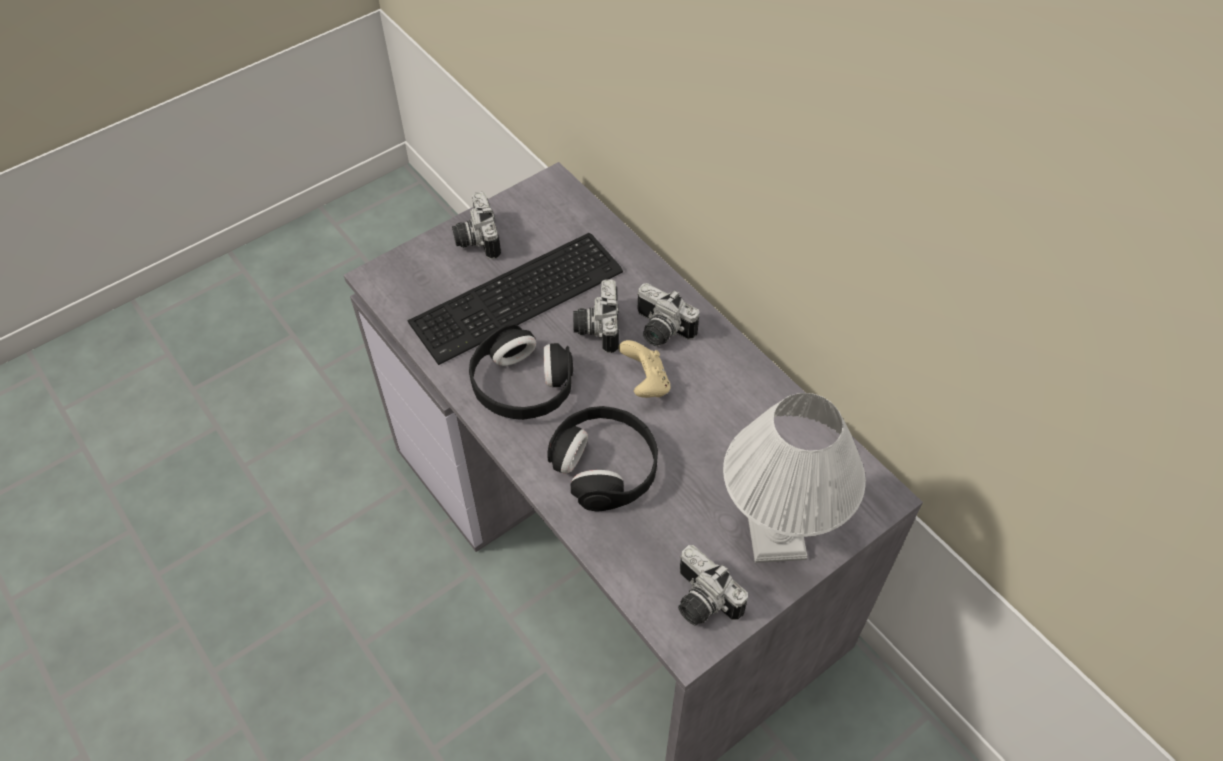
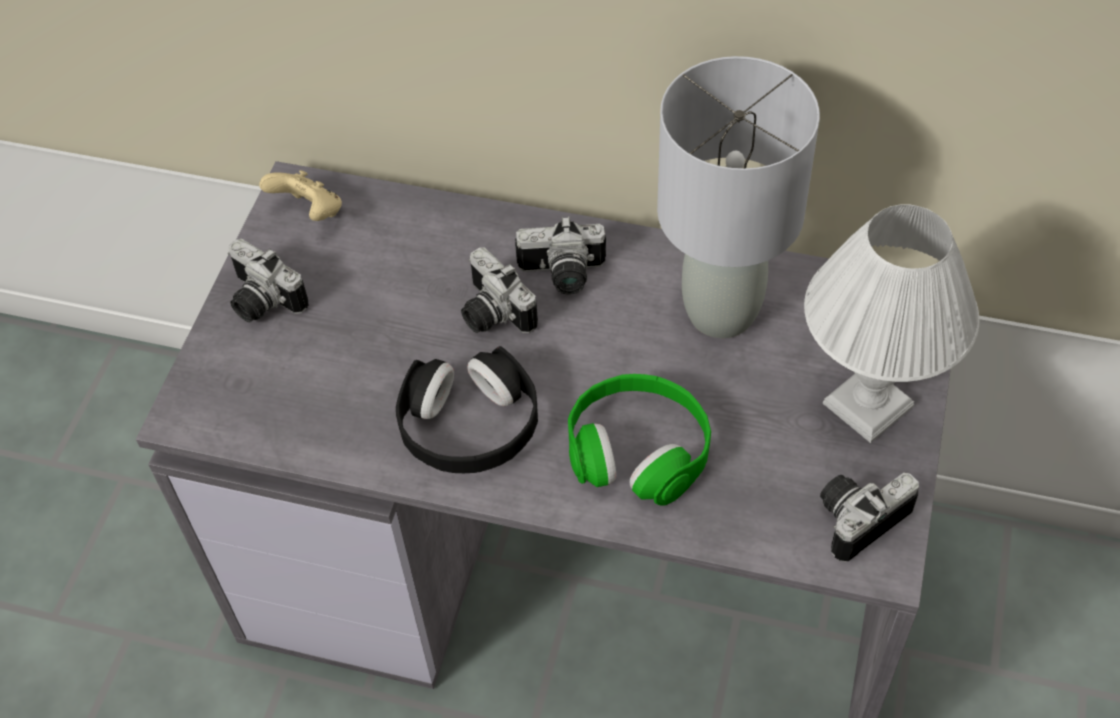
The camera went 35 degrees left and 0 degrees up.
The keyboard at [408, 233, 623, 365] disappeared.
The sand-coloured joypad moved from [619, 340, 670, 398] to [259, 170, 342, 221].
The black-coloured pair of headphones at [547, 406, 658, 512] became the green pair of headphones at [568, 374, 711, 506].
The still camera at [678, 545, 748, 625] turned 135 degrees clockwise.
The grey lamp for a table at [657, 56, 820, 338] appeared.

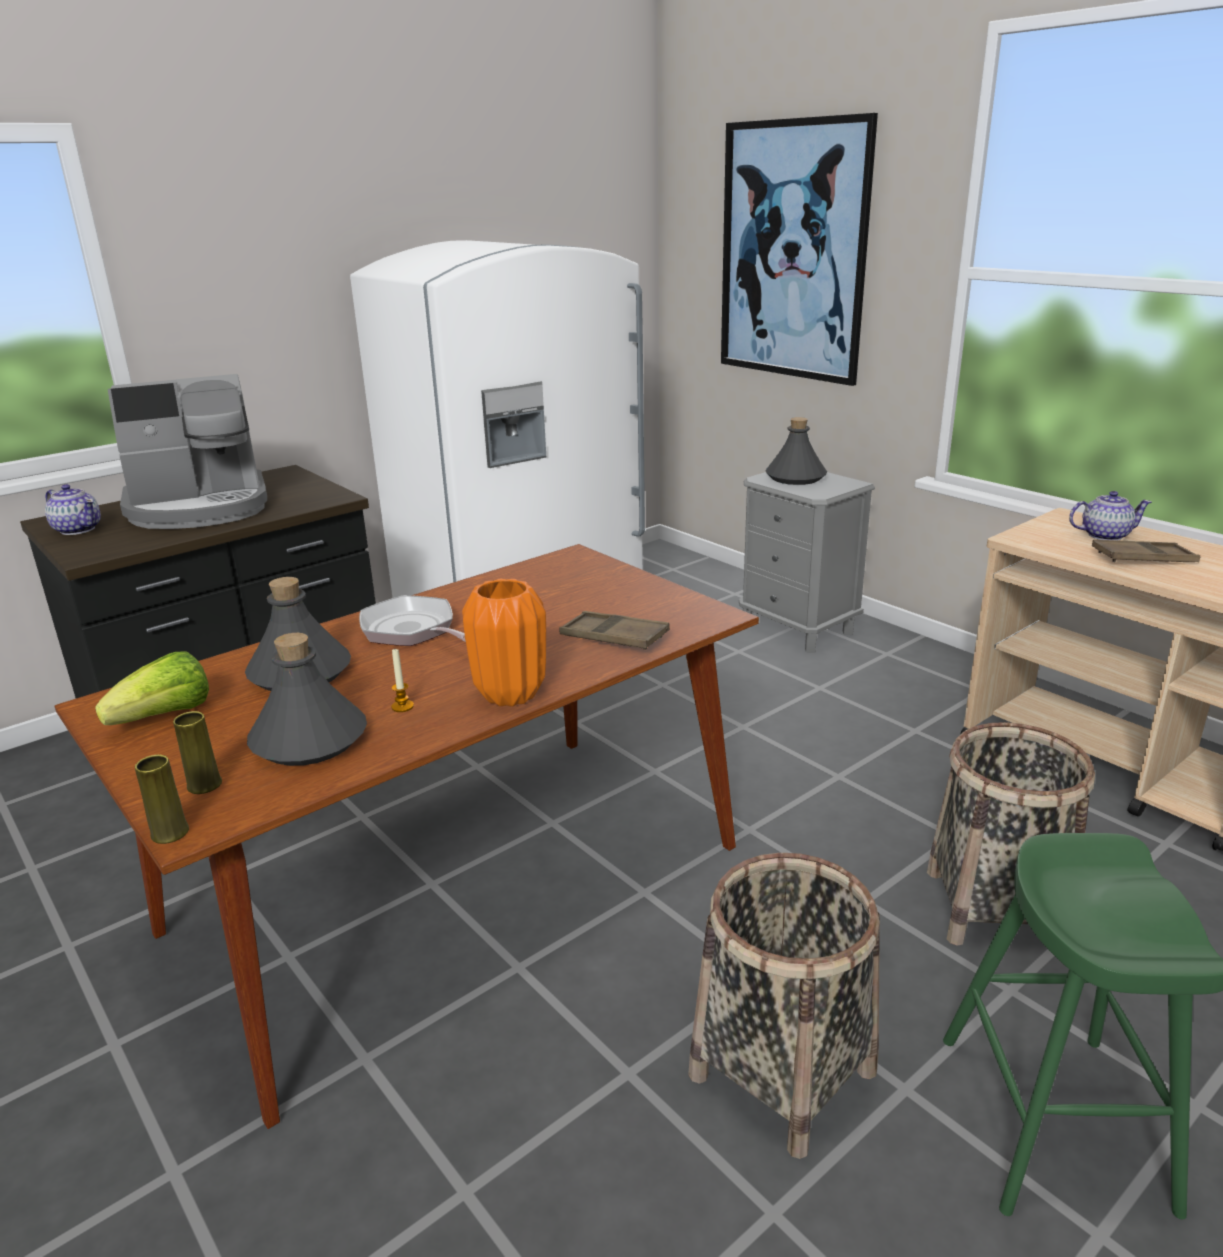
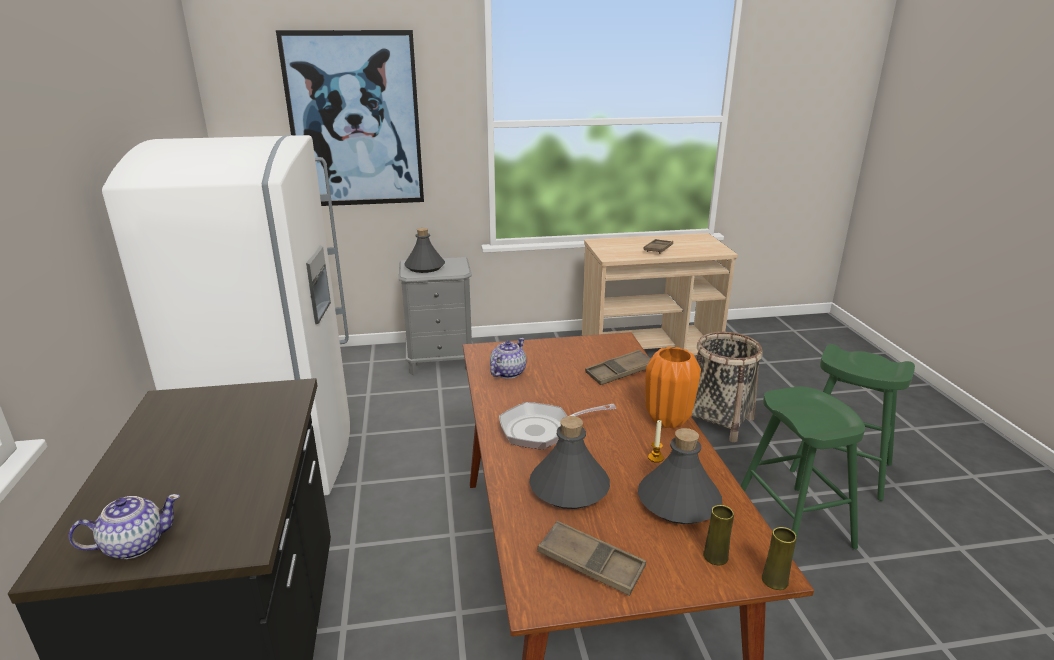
The camera went 60 degrees left and 0 degrees up.
The coffee machine at [108, 374, 267, 529] disappeared.
The teapot moved from [1069, 491, 1152, 541] to [490, 338, 526, 379].
The lettuce at [95, 651, 209, 725] was replaced by the brown serving tray at [537, 521, 646, 596].
The household basket at [688, 853, 880, 1159] was replaced by the green sitting stool at [741, 387, 865, 559].

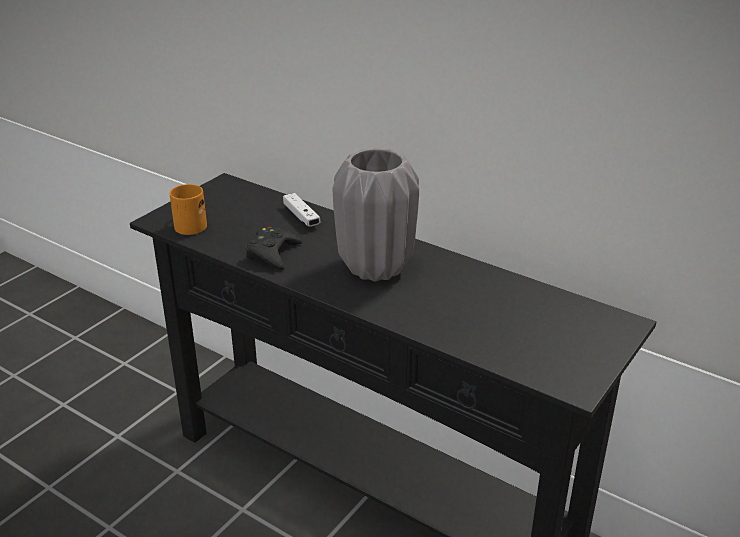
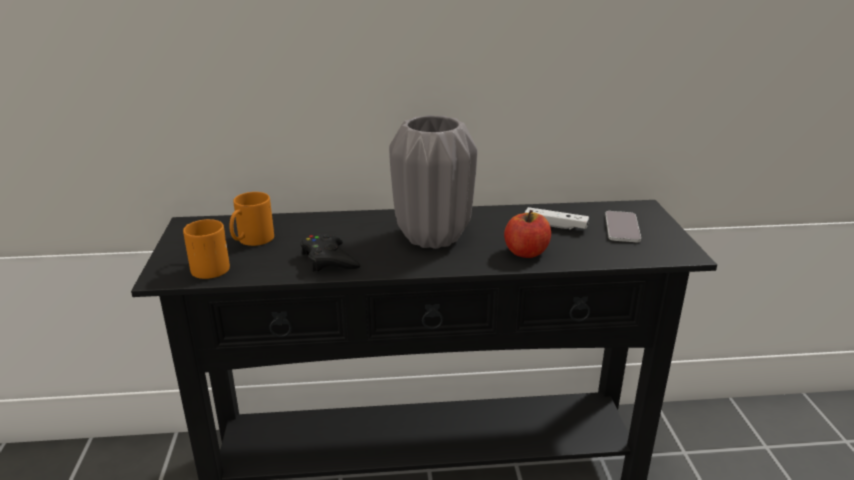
The camera went 40 degrees left and 5 degrees down.
The white joypad moved from [283, 193, 321, 227] to [525, 207, 589, 230].
The orangey mug at [229, 192, 274, 246] appeared.
The apple fruit at [504, 210, 551, 258] appeared.
The phone at [605, 211, 641, 242] appeared.

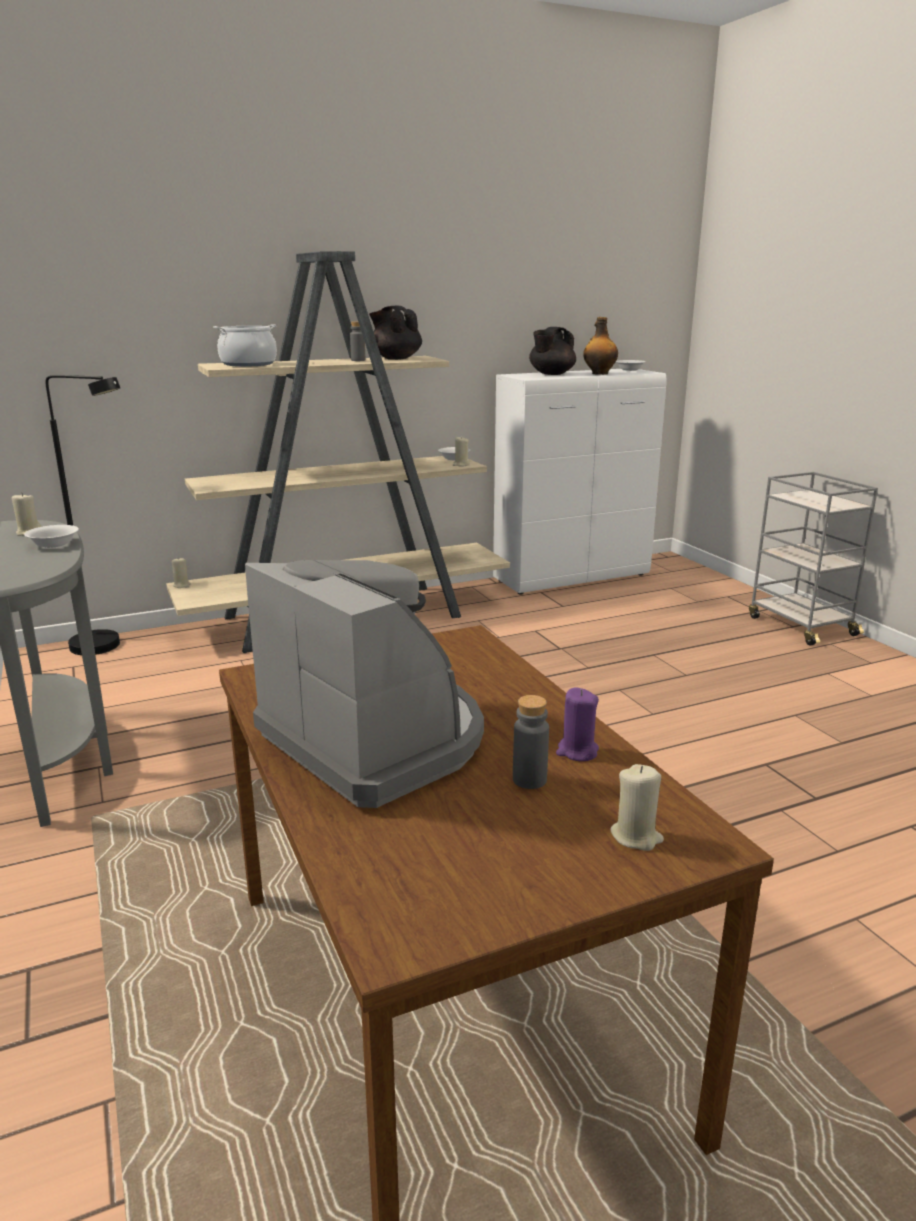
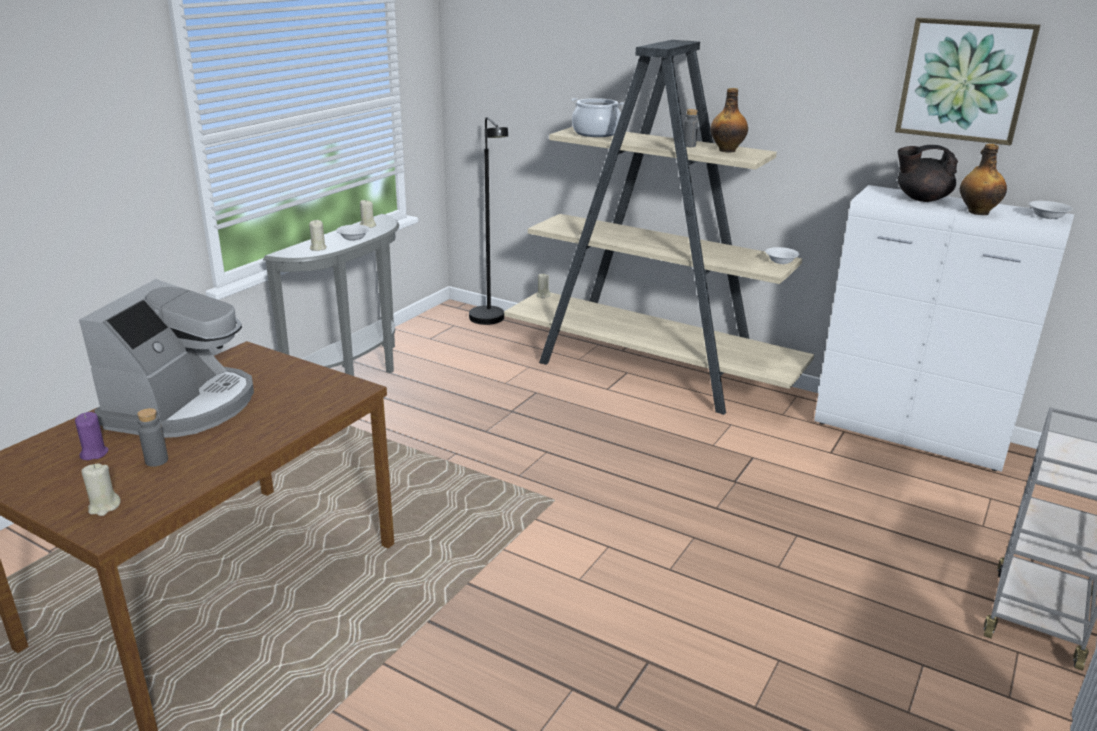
The camera went 55 degrees right and 5 degrees up.
The black-coloured teapot at [369, 306, 422, 360] was replaced by the beverage bottle at [710, 88, 748, 152].
The sand-coloured wax light moved from [453, 436, 470, 466] to [309, 220, 327, 251].
The purple-coloured wax light moved from [556, 687, 599, 761] to [75, 412, 109, 460].
The wall art at [895, 18, 1041, 145] appeared.

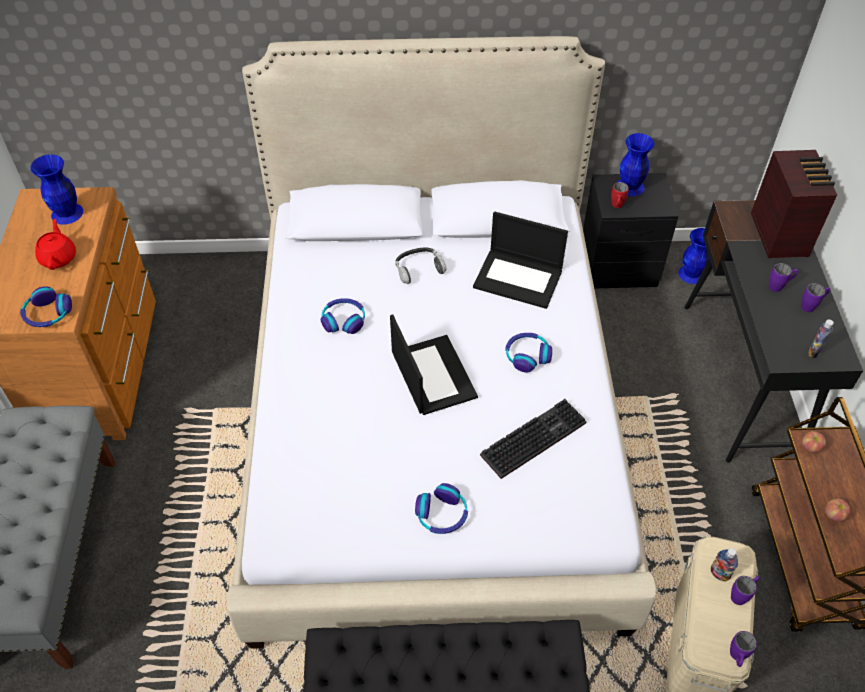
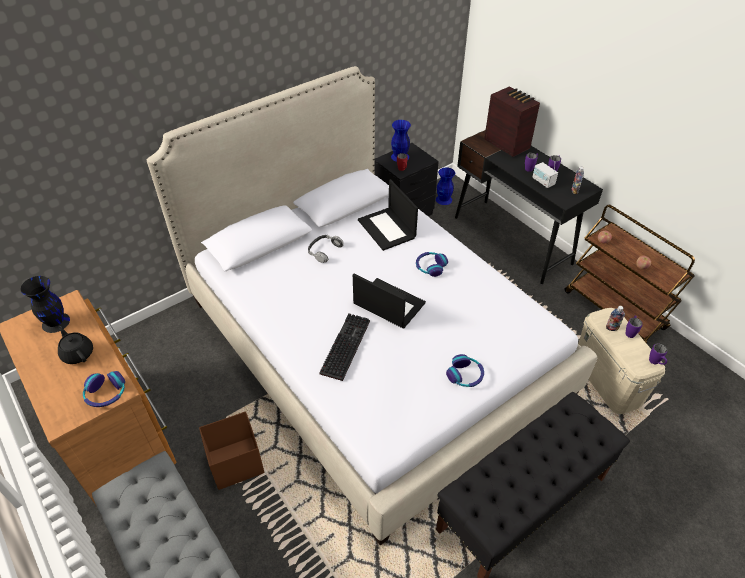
The camera went 35 degrees left and 5 degrees down.
The blue-coloured vase at [30, 154, 83, 225] became the black-coloured vase at [20, 276, 70, 333].
The portable computer at [473, 211, 568, 309] turned 75 degrees clockwise.
The red-coloured teapot at [35, 219, 76, 270] became the black-coloured teapot at [58, 326, 93, 364].
The pair of headphones at [321, 298, 365, 334] disappeared.
The keyboard moved from [480, 399, 587, 479] to [319, 313, 370, 381].
The radio at [532, 161, 558, 188] appeared.
The brown storage bin at [199, 411, 265, 490] appeared.

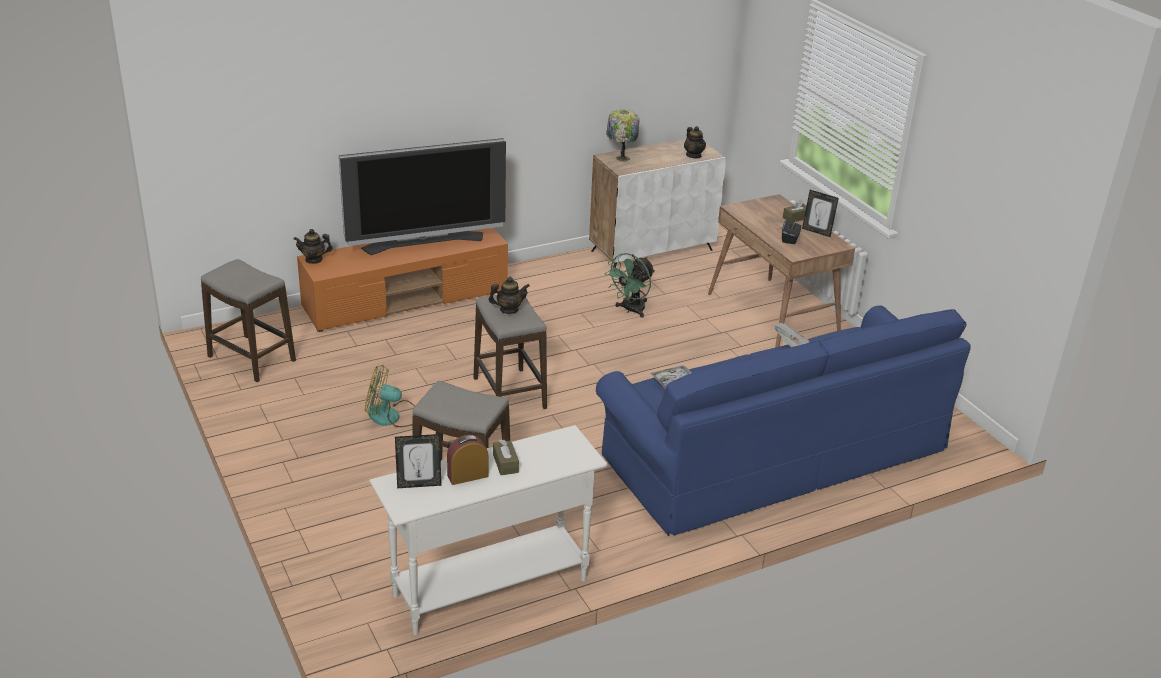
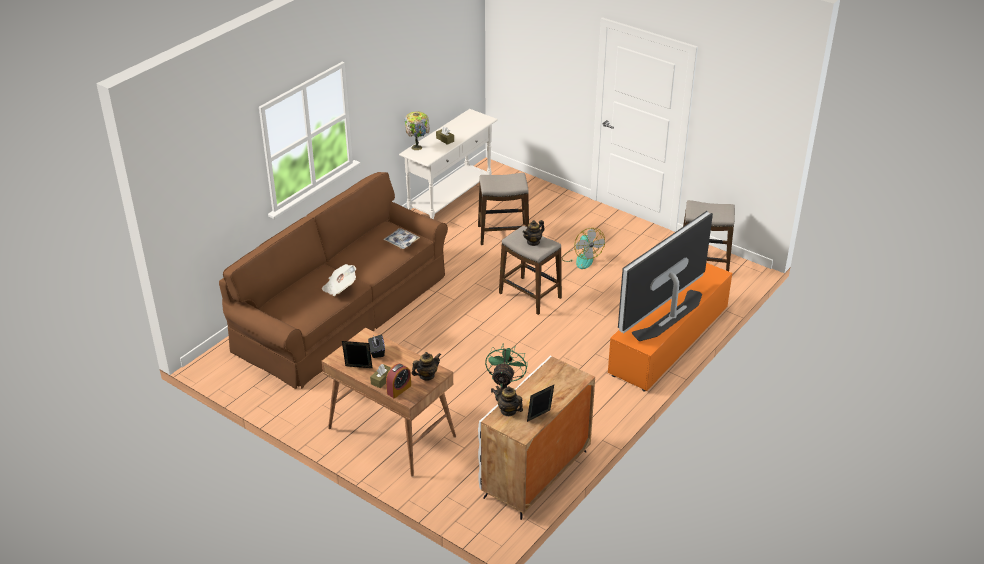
The camera went 155 degrees right and 5 degrees up.
The lamp for a table moved from [606, 110, 639, 162] to [405, 112, 430, 150].
The teapot moved from [294, 229, 333, 264] to [412, 352, 441, 380].
The blue-coloured couch at [596, 306, 971, 536] became the brown couch at [219, 172, 448, 389].
The cooling fan at [365, 365, 415, 427] turned 90 degrees clockwise.
The picture frame moved from [395, 434, 441, 488] to [527, 385, 554, 422].
The bedside clock moved from [447, 435, 488, 485] to [386, 364, 411, 398].

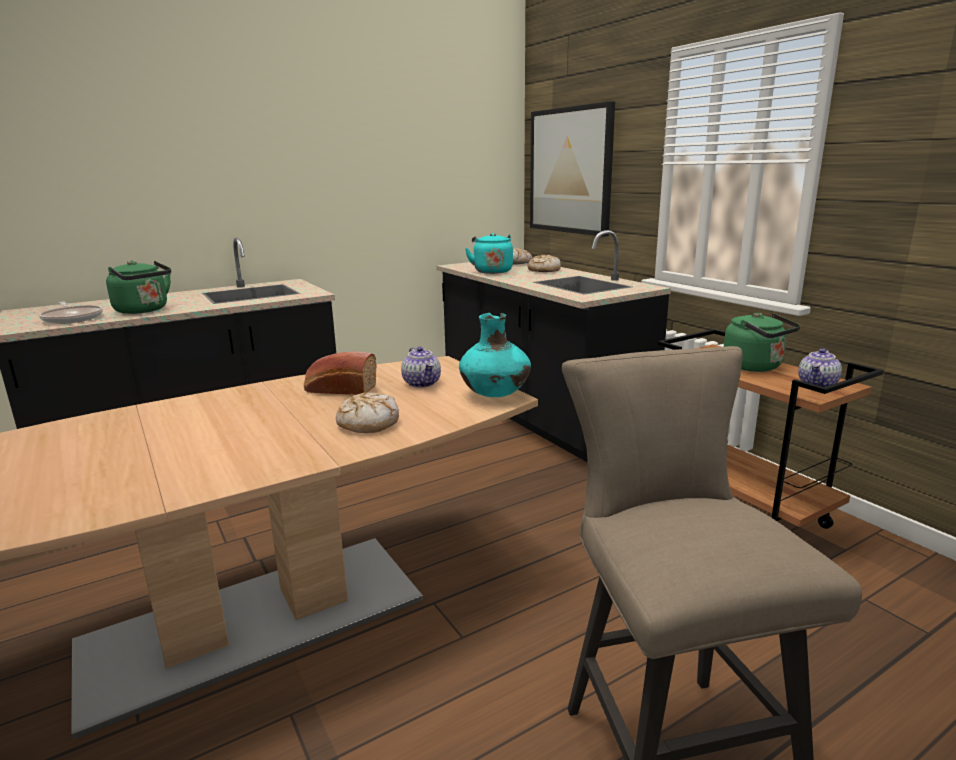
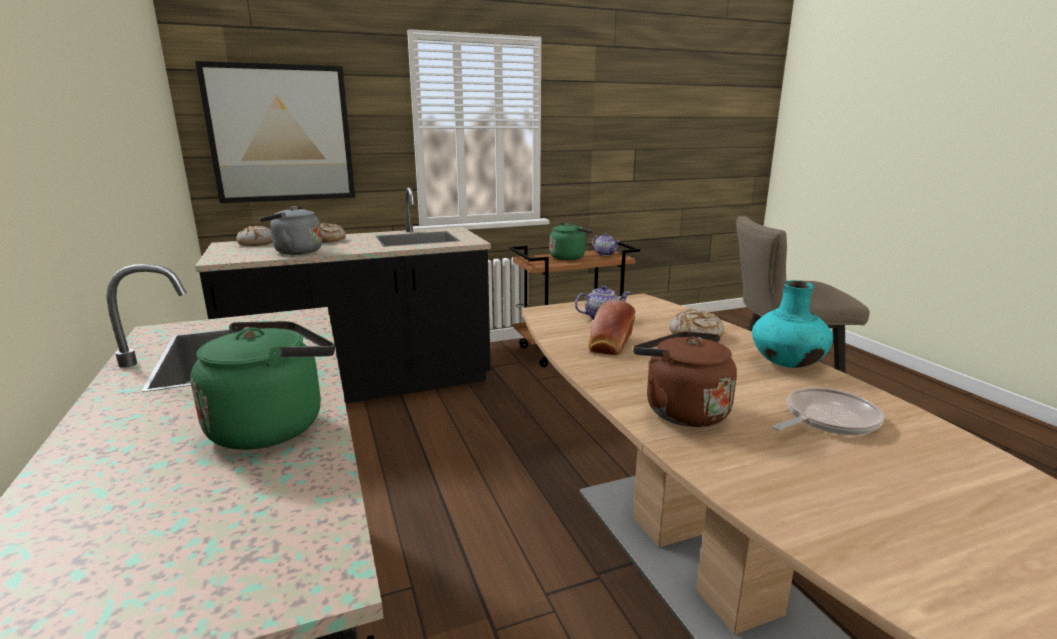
The camera went 80 degrees left and 0 degrees up.
The turquoise-coloured tea kettle at [465, 233, 513, 274] became the grey tea kettle at [260, 206, 322, 255].
The pan moved from [39, 301, 103, 324] to [772, 387, 884, 435].
The turquoise-coloured vase moved from [459, 313, 531, 397] to [752, 280, 833, 368].
The brown tea kettle at [633, 331, 737, 427] appeared.

